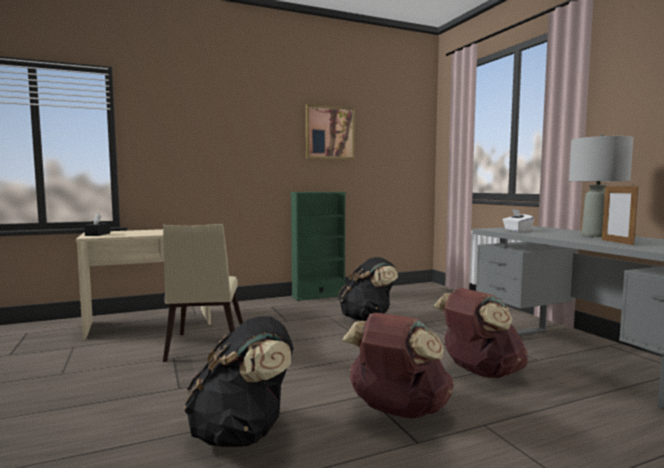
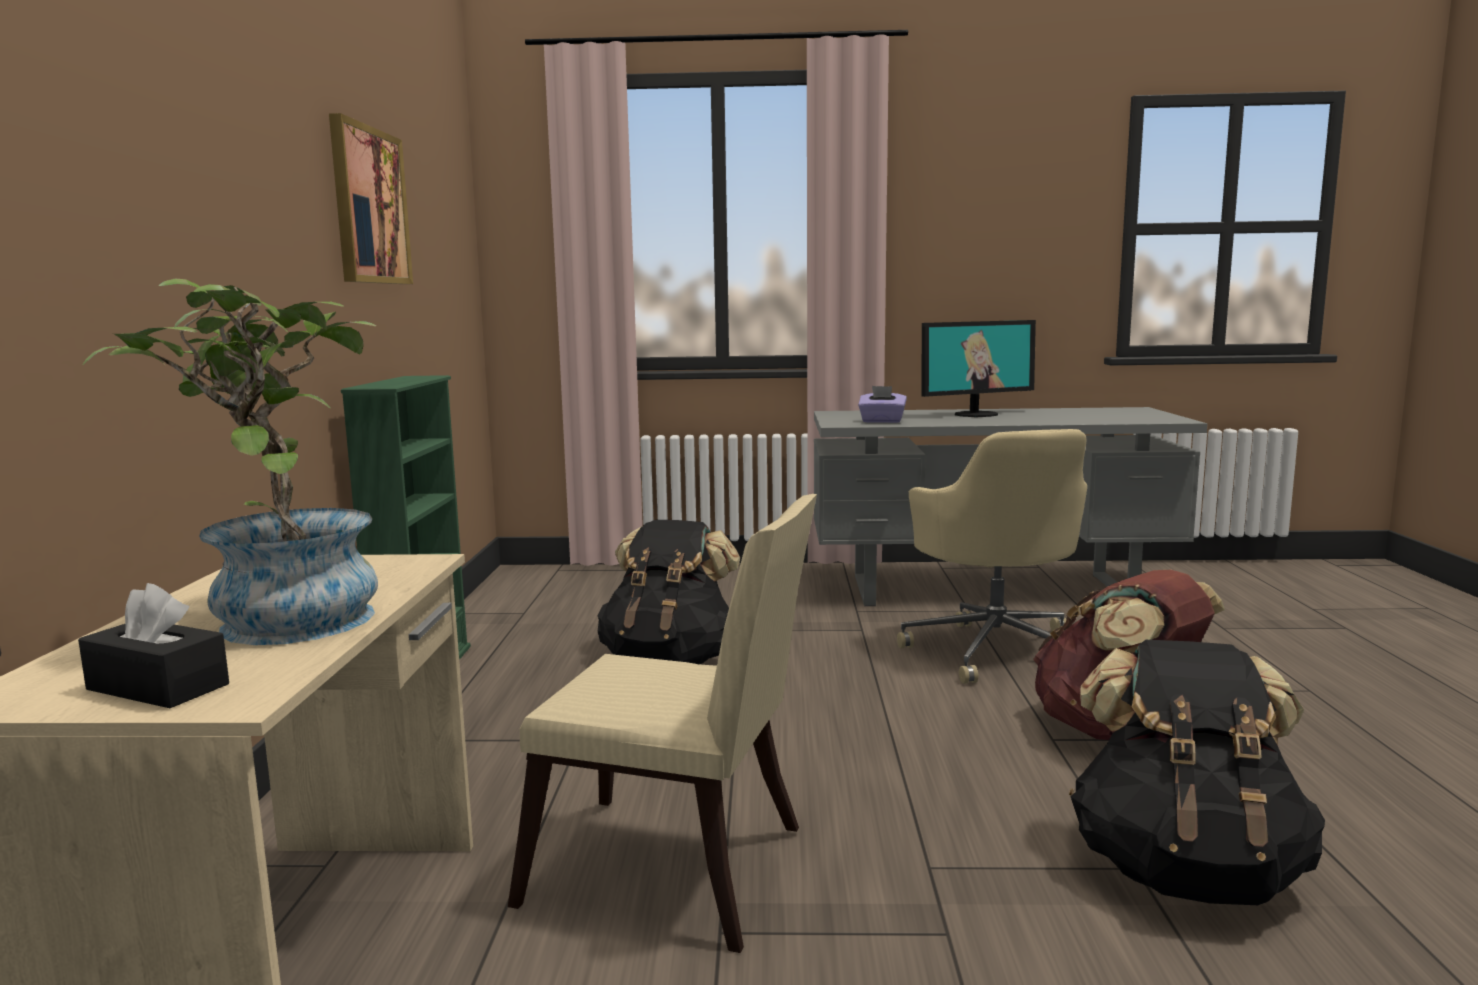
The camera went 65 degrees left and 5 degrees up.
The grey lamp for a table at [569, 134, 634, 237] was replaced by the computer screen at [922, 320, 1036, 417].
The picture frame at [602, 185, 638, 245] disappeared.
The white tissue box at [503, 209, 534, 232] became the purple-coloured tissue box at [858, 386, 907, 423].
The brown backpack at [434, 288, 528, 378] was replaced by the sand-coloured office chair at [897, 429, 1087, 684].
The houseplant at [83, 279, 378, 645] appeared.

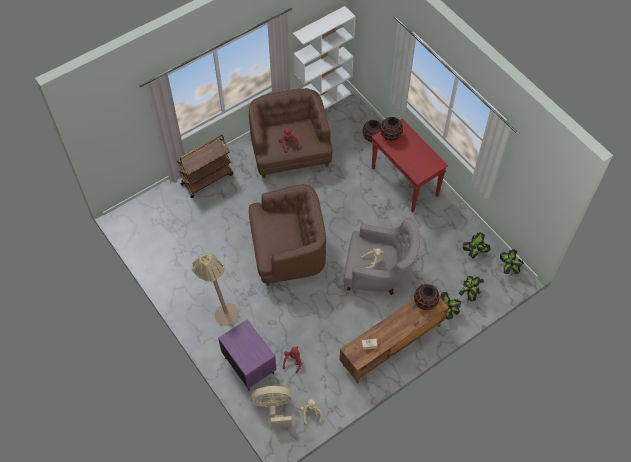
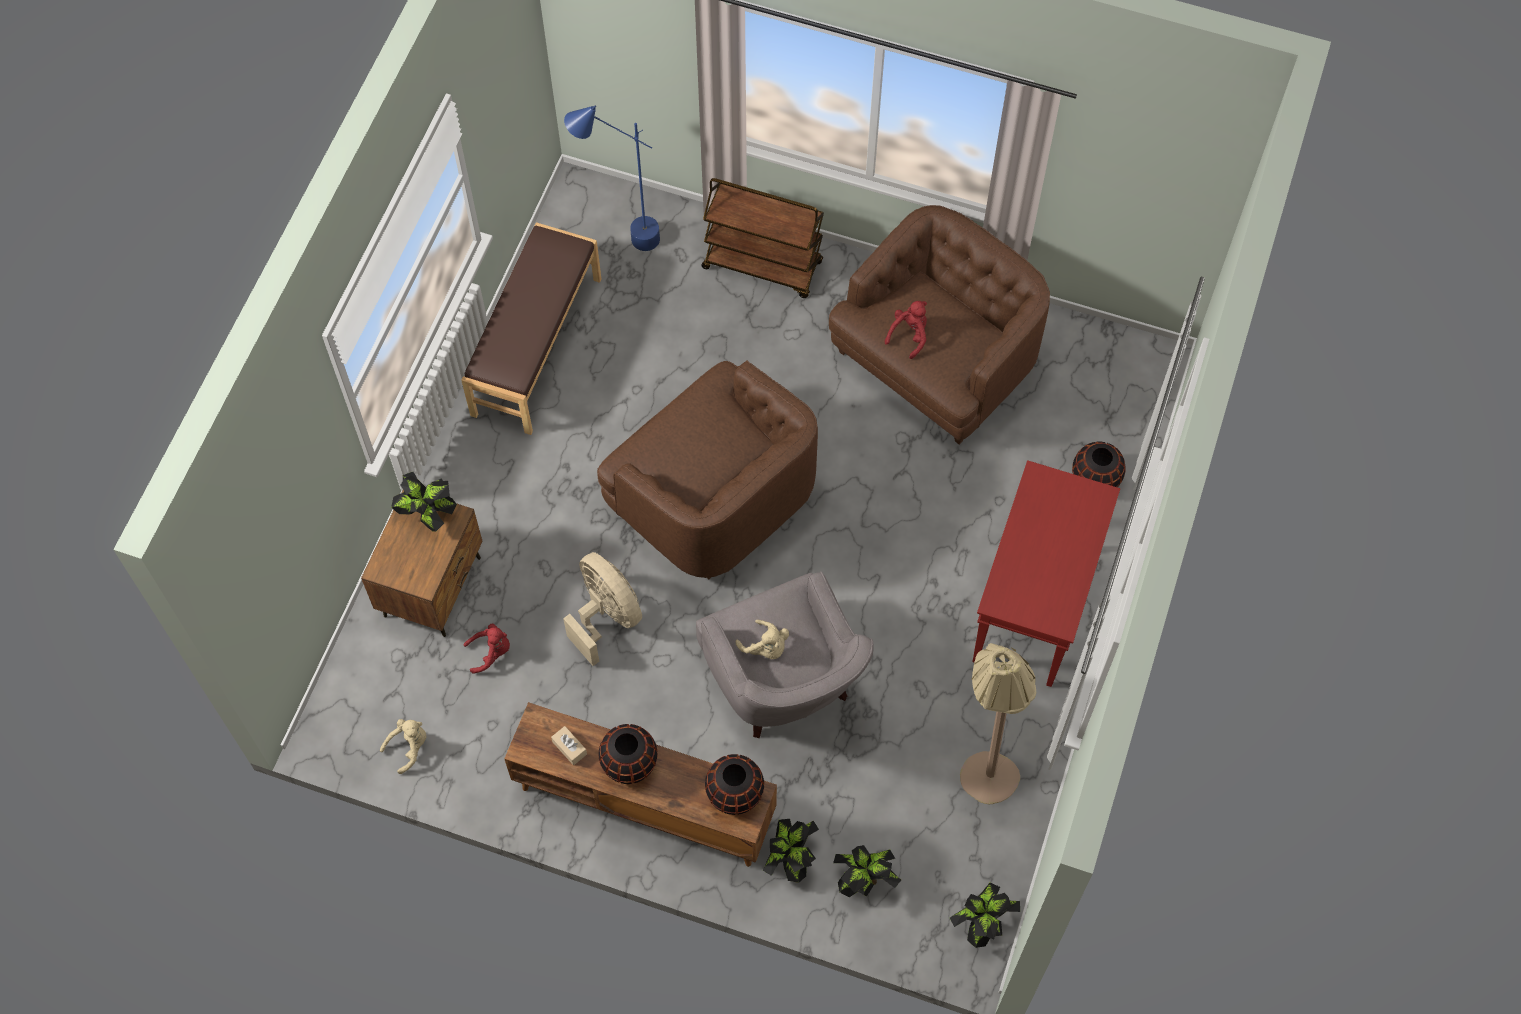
The camera went 55 degrees right and 5 degrees up.
The white bookcase at [293, 6, 356, 109] disappeared.
The black-coloured vase moved from [380, 117, 403, 141] to [599, 724, 658, 784].
The houseplant moved from [462, 232, 491, 258] to [391, 472, 457, 531].
The sand-coloured standing lamp moved from [192, 254, 239, 326] to [960, 643, 1036, 804].
The purple-coloured night table at [218, 319, 277, 391] became the brown night table at [361, 490, 483, 637].
The sand-coloured cooling fan moved from [251, 386, 292, 429] to [563, 552, 642, 666].
The blue-coloured standing lamp at [564, 105, 660, 251] appeared.
The brown indoor bench at [461, 222, 601, 435] appeared.

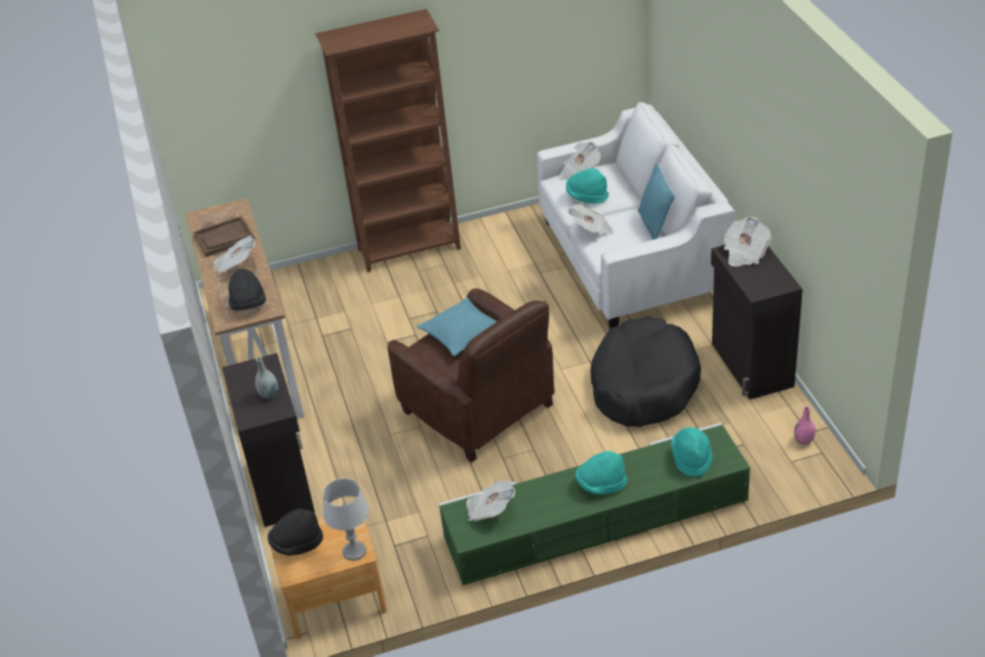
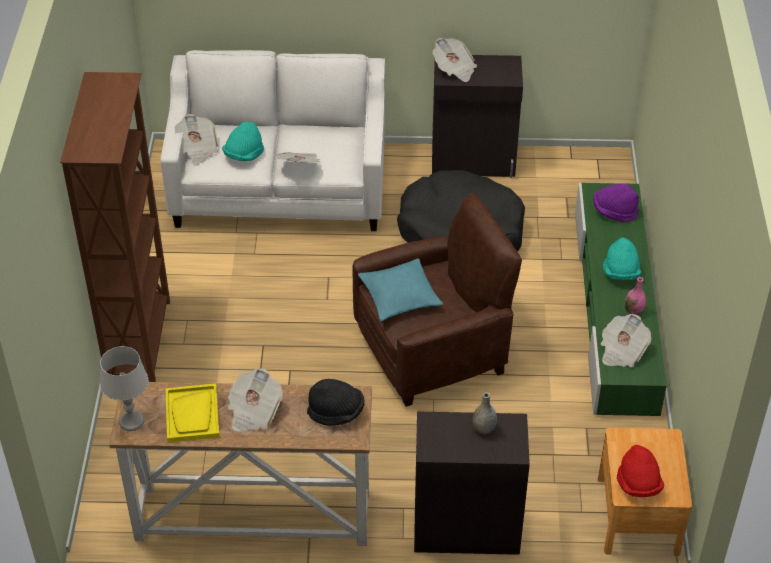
The camera went 75 degrees left and 5 degrees up.
The turquoise-coloured throw pillow at [638, 163, 675, 240] disappeared.
The brown serving tray at [193, 216, 255, 257] became the yellowish serving tray at [165, 384, 220, 442].
The pink-coloured vase moved from [794, 406, 815, 445] to [625, 277, 646, 315].
The turquoise-coloured hat at [671, 427, 713, 477] became the purple-coloured hat at [593, 184, 639, 222].
The grey lamp for a table moved from [323, 479, 369, 561] to [100, 346, 148, 431].
The black-coloured hat at [268, 508, 323, 556] became the red-coloured hat at [617, 445, 664, 497].

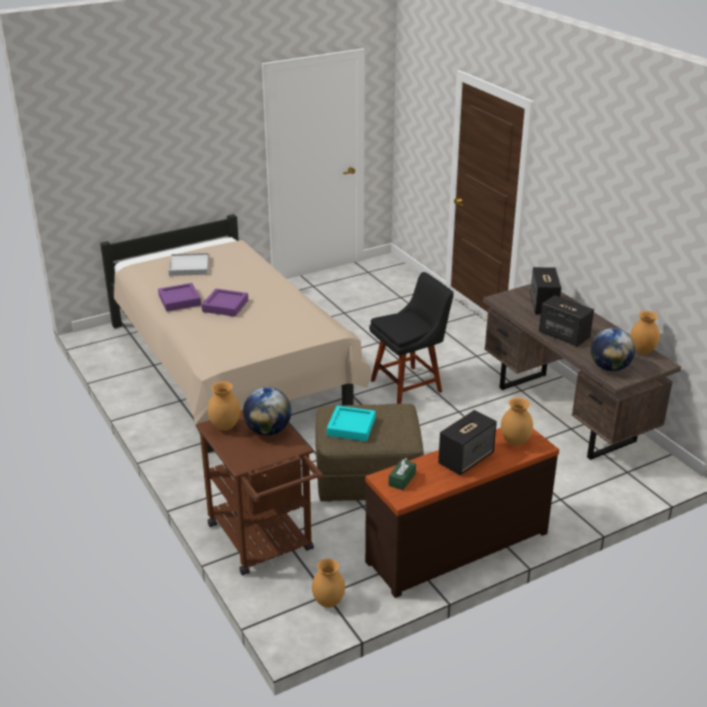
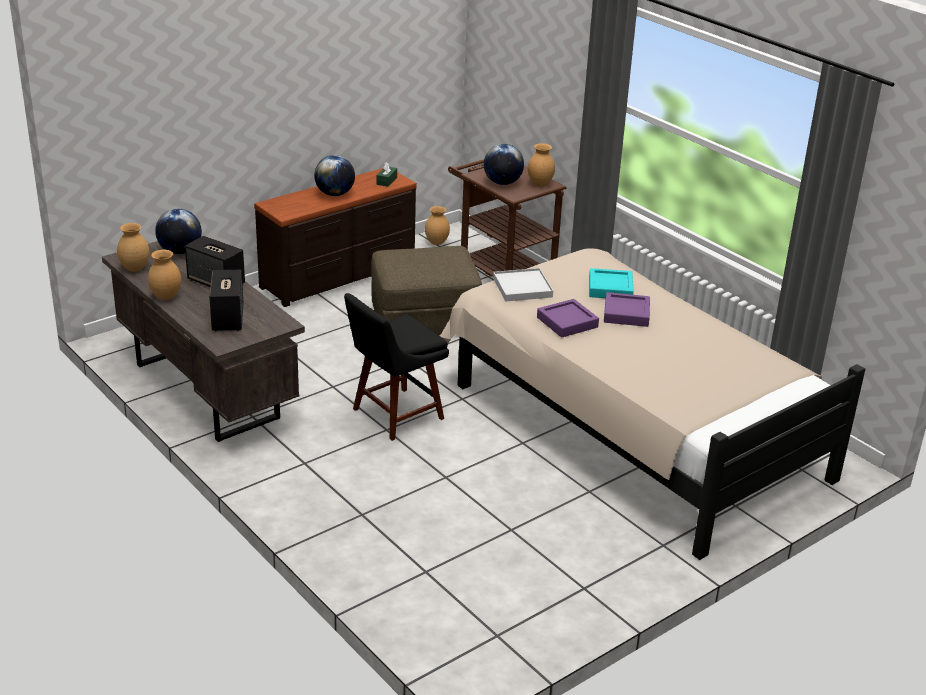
The camera went 170 degrees right and 0 degrees up.
The white serving tray moved from [168, 253, 209, 276] to [493, 268, 553, 301].
The purple-coloured serving tray moved from [158, 283, 201, 311] to [537, 299, 599, 338].
The brown vase moved from [501, 398, 533, 446] to [148, 250, 181, 300].
The turquoise-coloured serving tray moved from [327, 406, 376, 441] to [589, 268, 634, 298].
The loudspeaker at [438, 410, 497, 475] was replaced by the globe at [314, 155, 355, 196].

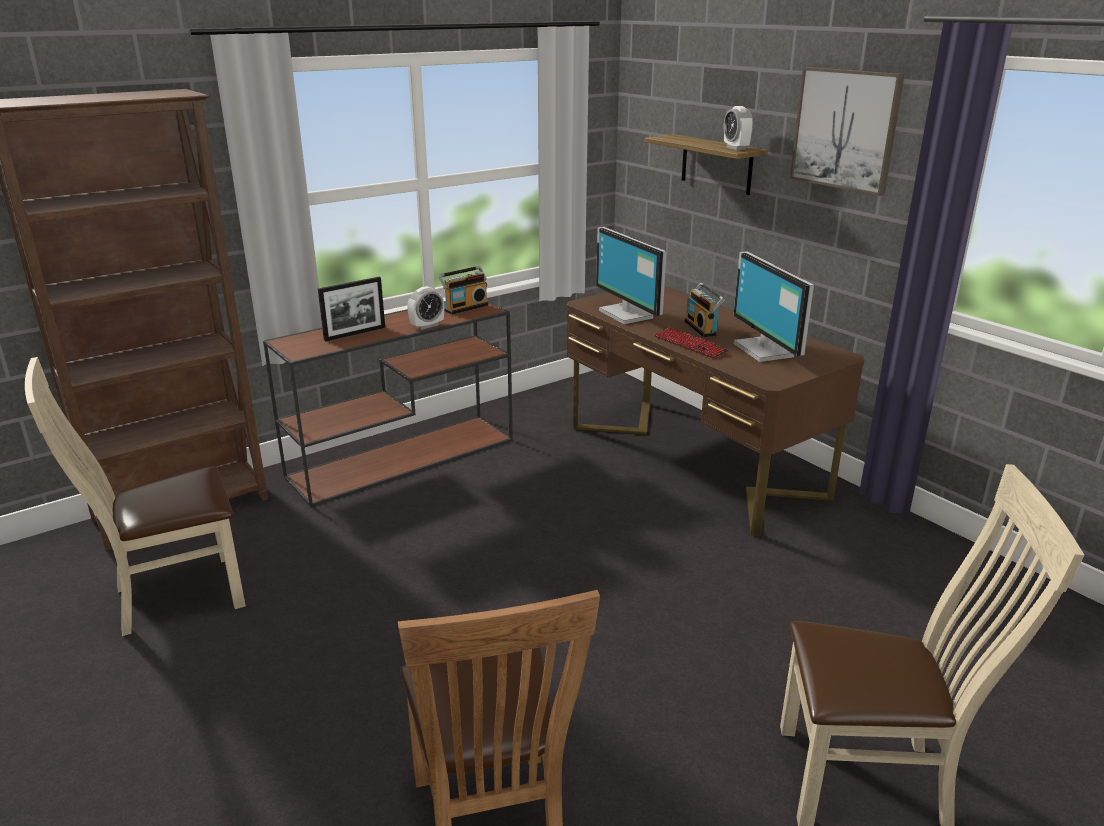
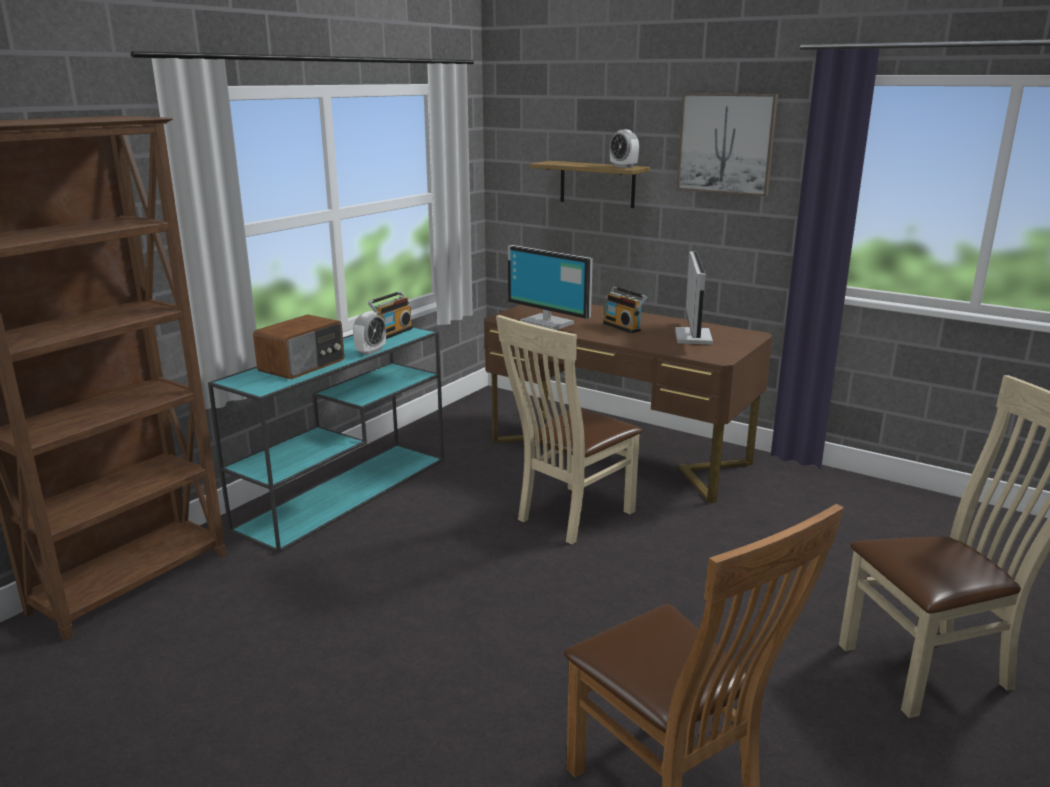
The camera went 20 degrees left and 5 degrees down.
The computer screen at [734, 251, 814, 362] turned 135 degrees counterclockwise.
The picture frame at [318, 277, 385, 341] was replaced by the radio at [253, 314, 344, 379].
The brown hall table at [263, 301, 513, 507] became the turquoise-coloured hall table at [208, 327, 444, 553].
The keyboard at [654, 327, 729, 358] disappeared.
The sand-coloured plain chair moved from [25, 357, 246, 636] to [496, 315, 642, 545].

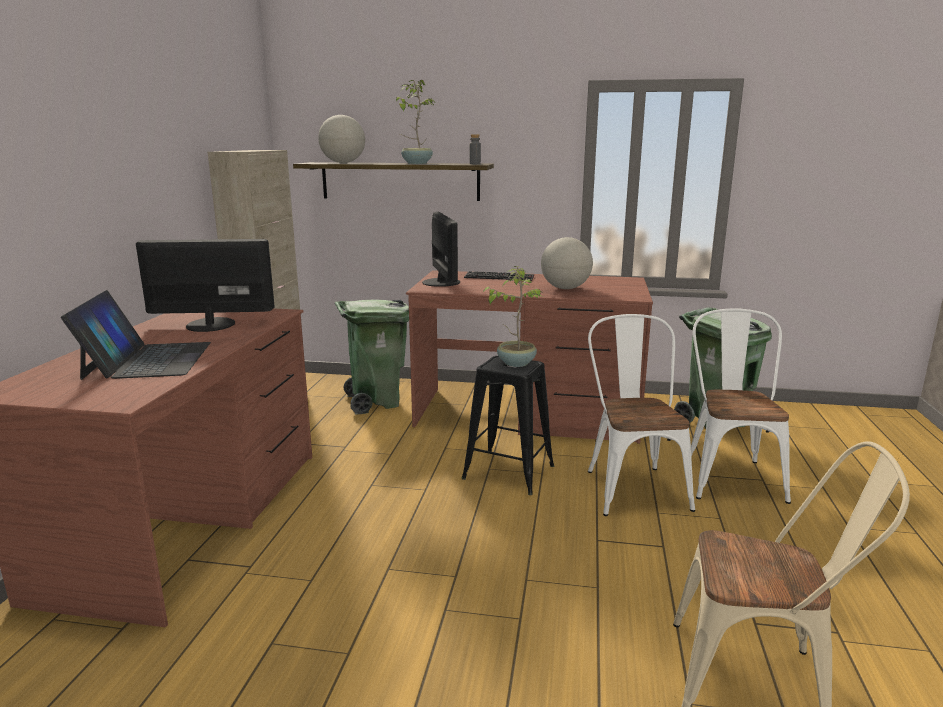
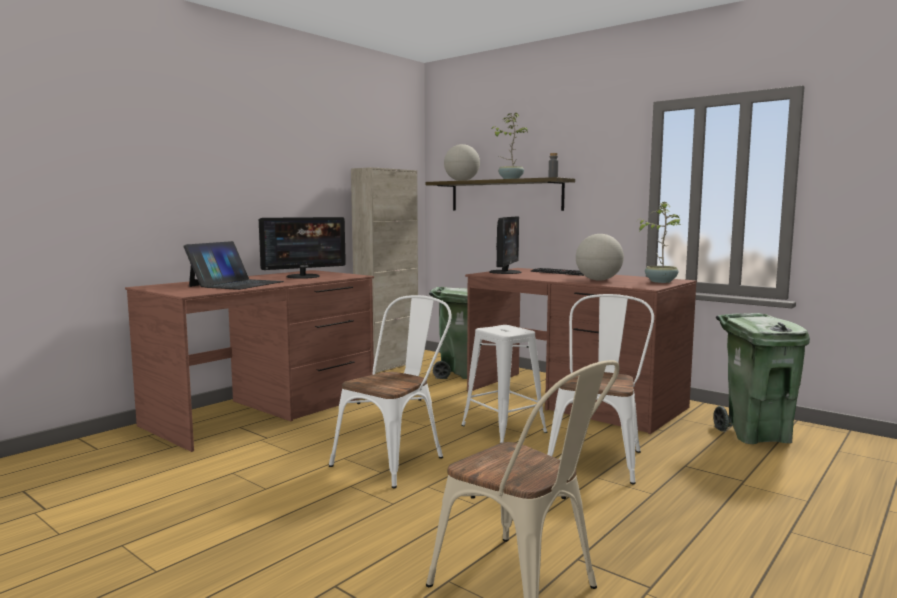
The camera went 30 degrees right and 10 degrees down.
The computer screen at [136, 239, 275, 332] turned 120 degrees clockwise.
The houseplant moved from [483, 266, 544, 367] to [638, 202, 682, 283].
The white plain chair moved from [691, 308, 791, 504] to [329, 295, 452, 488].
The black-coloured sitting stool at [461, 356, 554, 495] became the white sitting stool at [461, 325, 547, 443].

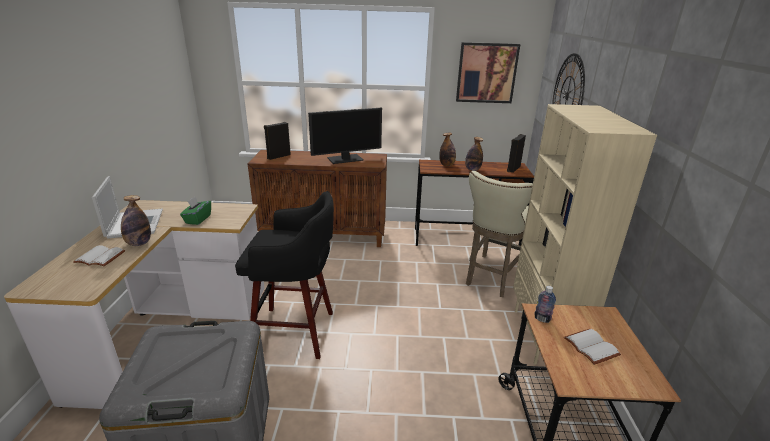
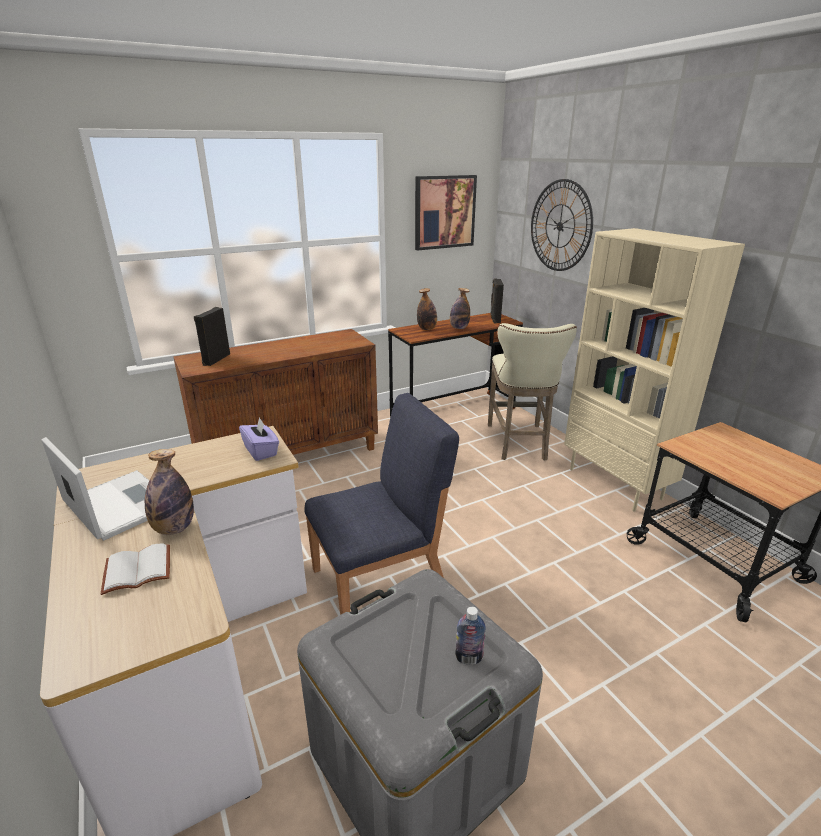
The camera went 30 degrees left and 0 degrees up.
The computer screen at [308, 108, 382, 164] disappeared.
The black-coloured sitting stool at [235, 191, 334, 359] was replaced by the blue-coloured plain chair at [305, 393, 459, 615].
The green tissue box at [180, 197, 211, 225] disappeared.
The beverage bottle moved from [535, 286, 556, 323] to [455, 607, 486, 665].
The white book at [564, 329, 621, 365] disappeared.
The purple-coloured tissue box at [239, 417, 279, 461] appeared.

